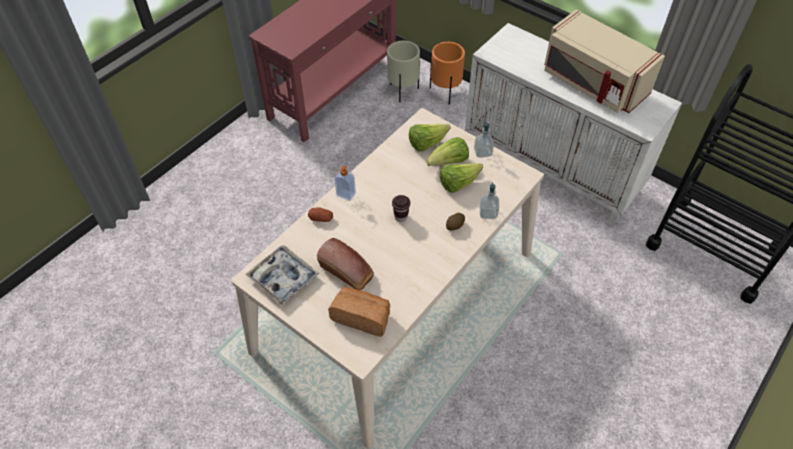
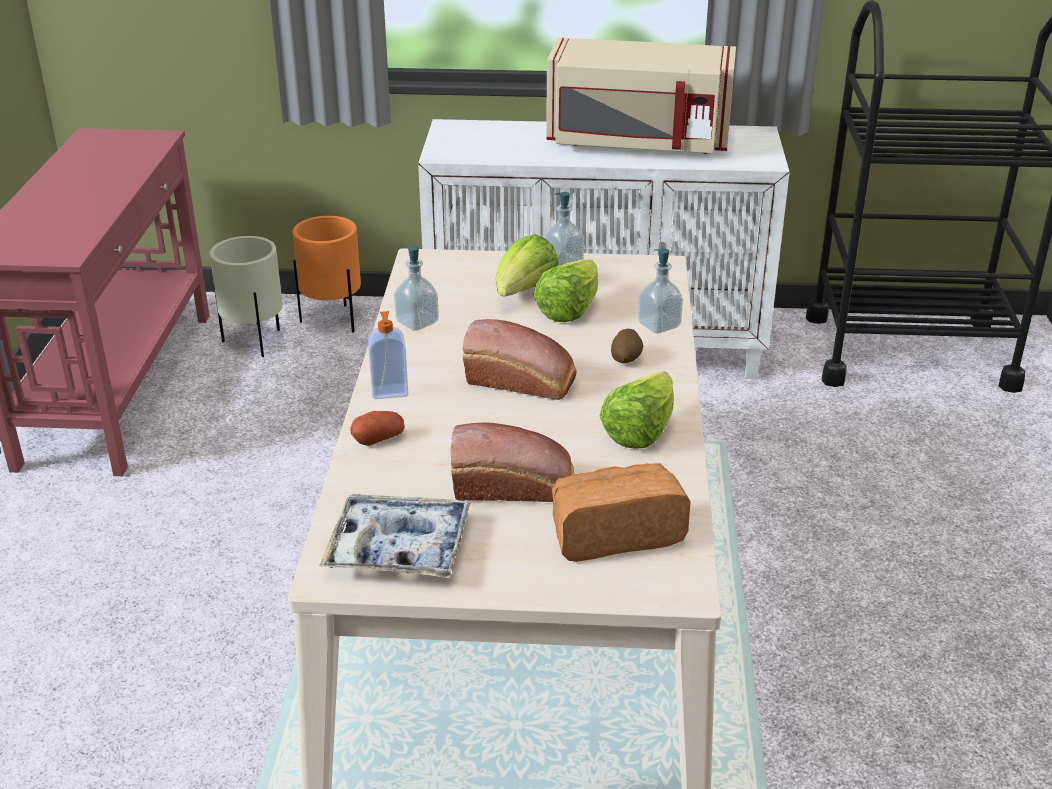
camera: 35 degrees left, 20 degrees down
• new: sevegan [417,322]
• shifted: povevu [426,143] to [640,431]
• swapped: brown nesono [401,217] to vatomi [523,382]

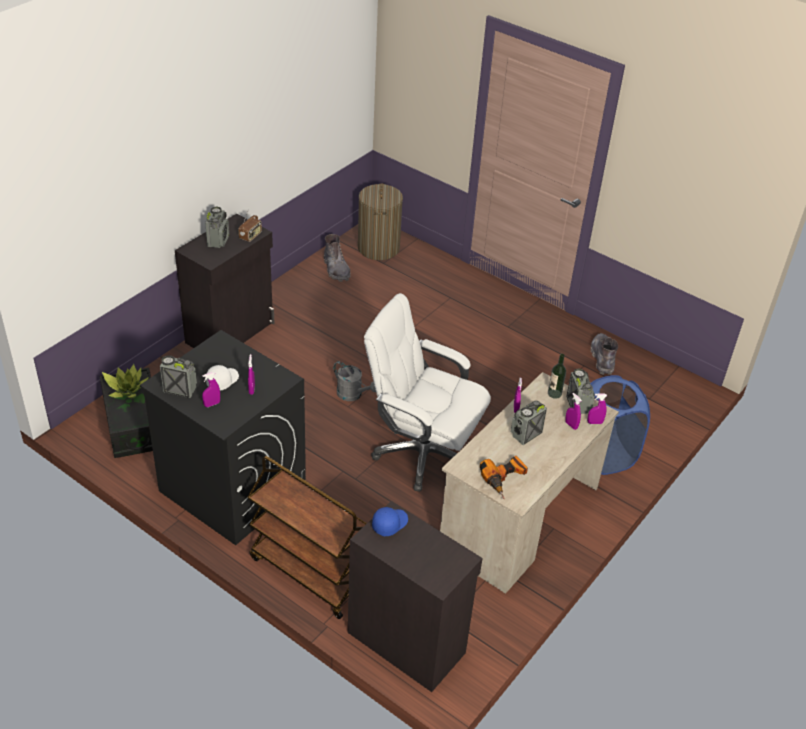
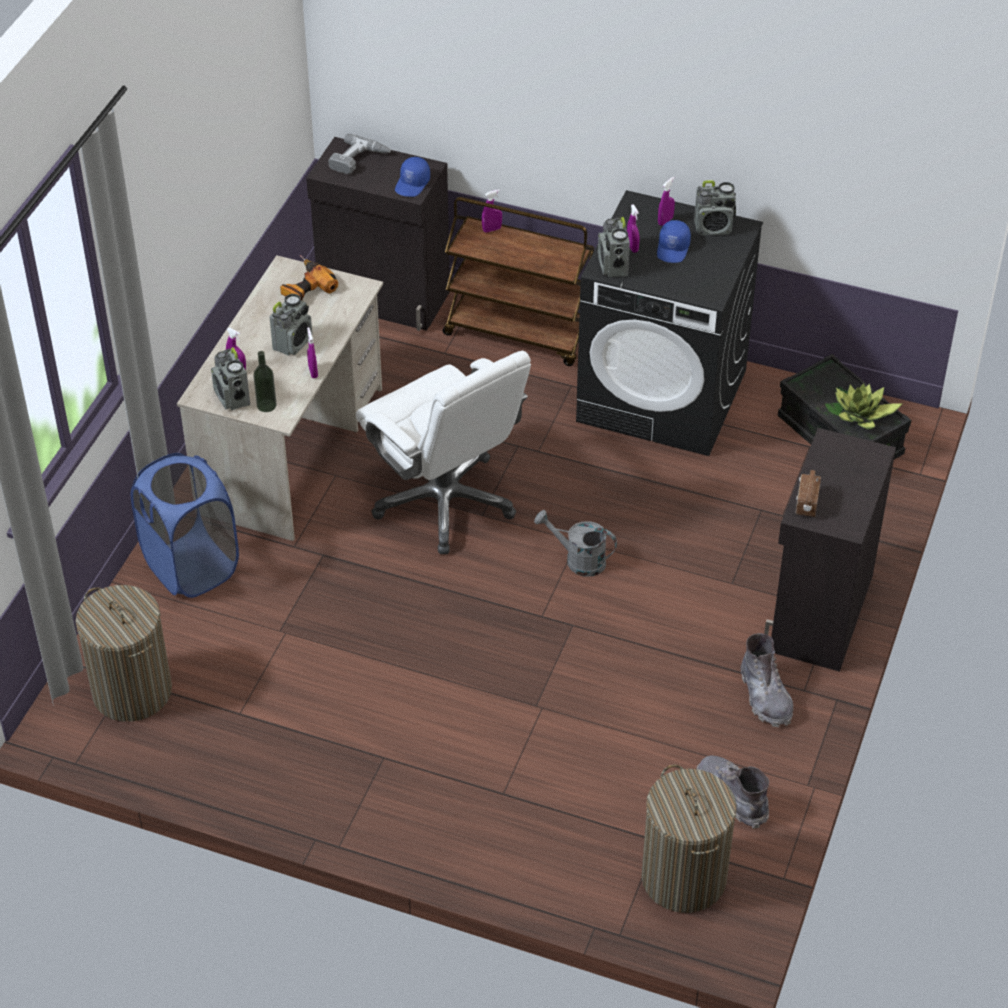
camera: 165 degrees right, 5 degrees up
• new: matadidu [132,691]
• new: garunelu [359,160]
• shifted: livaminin [218,241] to [613,266]
• shifted: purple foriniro [595,422] to [492,229]
• shifted: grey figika [602,358] to [765,696]
• repainted: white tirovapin [222,380] to blue tirovapin [673,249]
• rotated: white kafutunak [422,453] = [445,501] 45 degrees clockwise

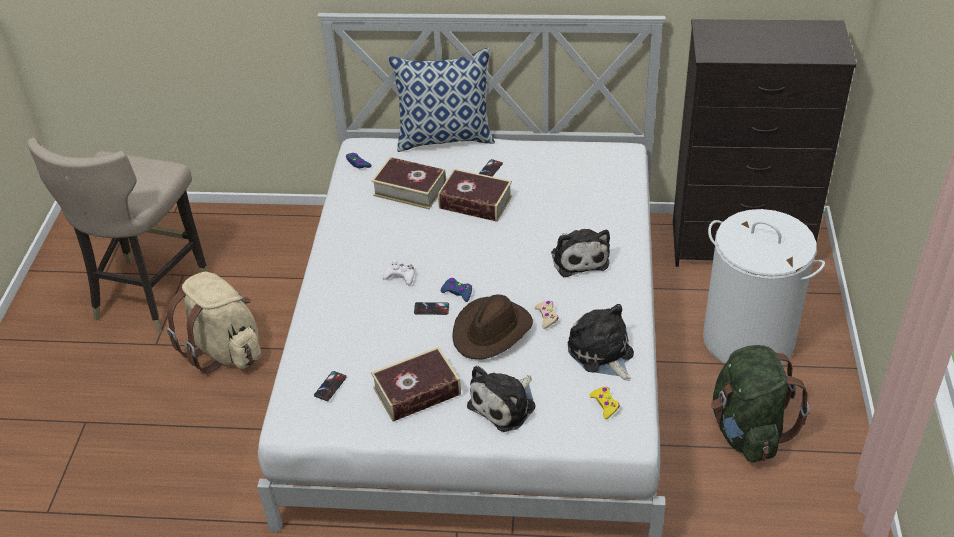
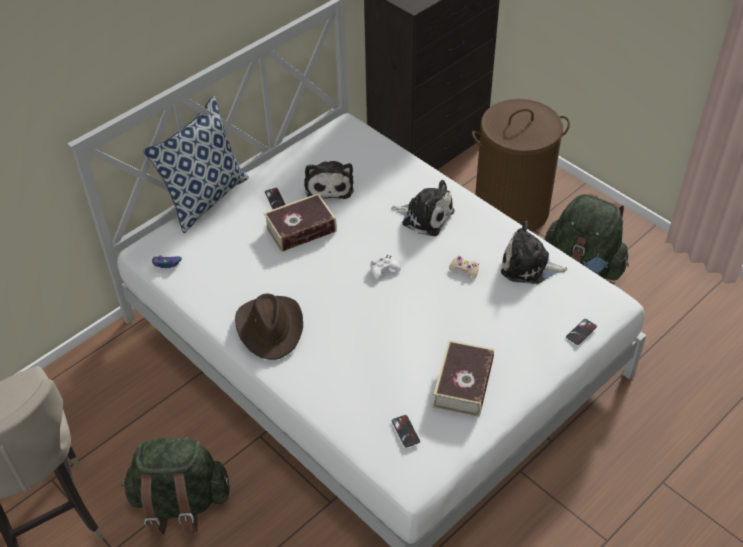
camera: 50 degrees left, 5 degrees up
• gone: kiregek [410,190]
• gone: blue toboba [457,292]
• gone: yellow toboba [605,404]
• shifted: white toboba [400,276] to [383,269]
• shifted: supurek [431,309] to [581,332]
• shifted: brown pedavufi [492,331] to [270,328]
• shifted: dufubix [505,405] to [328,186]
• repainted: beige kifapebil [225,350] to green kifapebil [180,503]
• repainted: white matadidu [748,339] to brown matadidu [511,209]

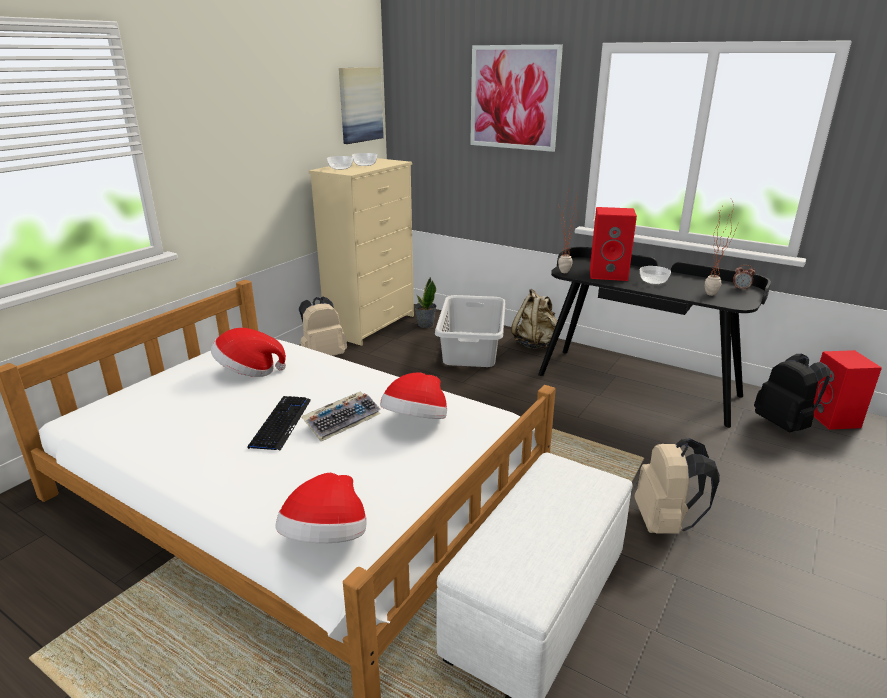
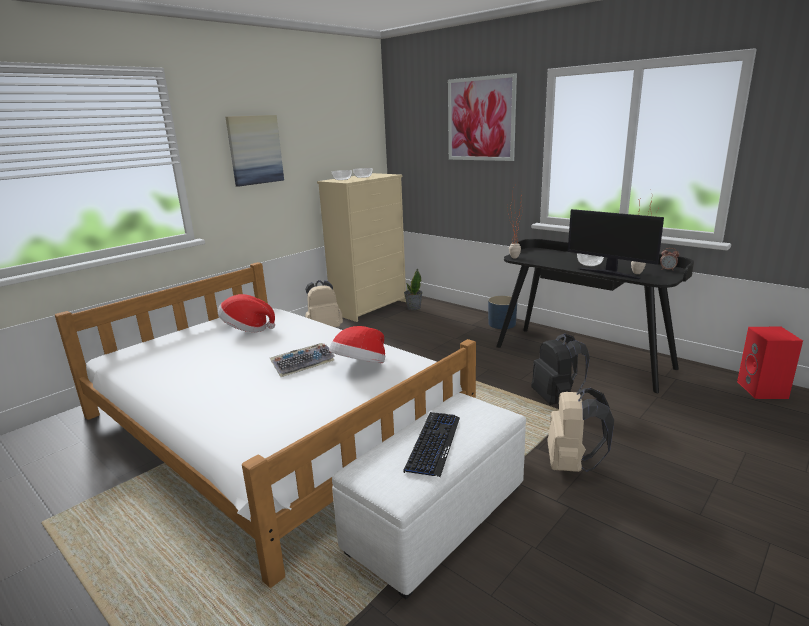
camera: 10 degrees right, 5 degrees down
• gone: pedavufi [326,540]
• gone: grey matadidu [472,348]
• gone: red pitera [609,274]
• new: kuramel [609,273]
• shifted: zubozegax [281,423] to [433,444]
• shifted: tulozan [360,105] to [255,150]
• shifted: black kifapebil [784,425] to [556,399]
• swapped: beige kifapebil [535,344] to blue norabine [501,324]

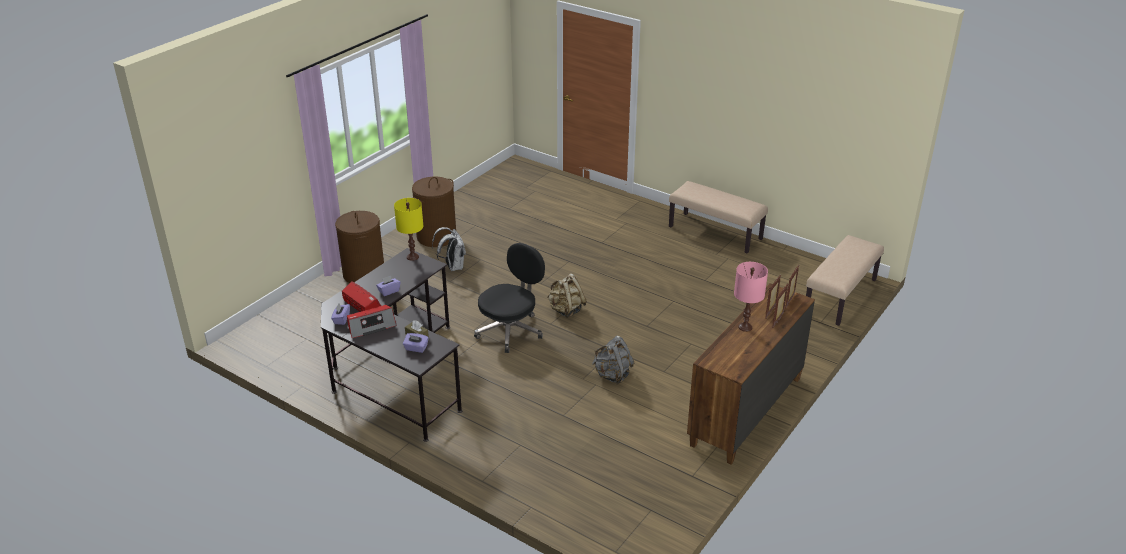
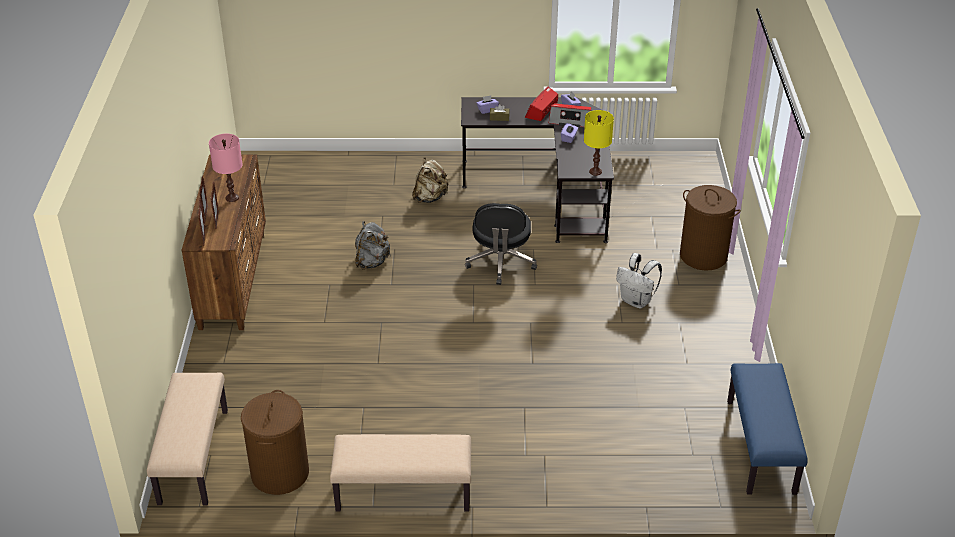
camera: 145 degrees right, 5 degrees up
• new: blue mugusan [761,447]
• shifted: brown matadidu [436,237] to [279,473]
• shifted: beige kifapebil [566,310] to [430,197]

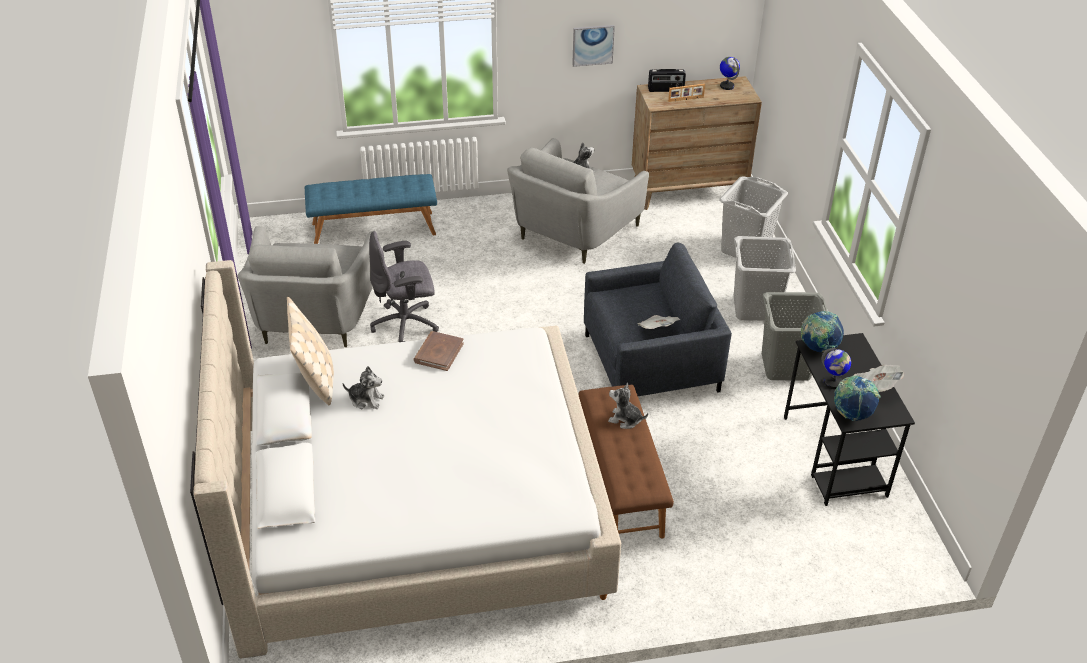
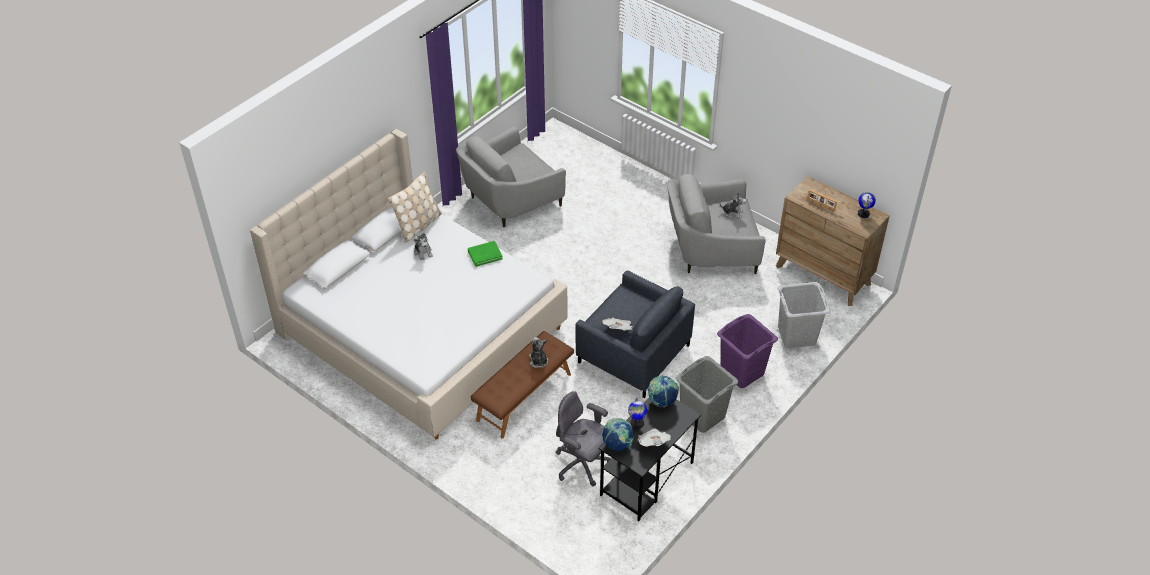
camera: 50 degrees right, 5 degrees up
• gone: blue mugusan [374,228]
• gone: tulozan [593,45]
• gone: livaminin [666,90]
• shifted: grey kafutunak [406,325] to [582,465]
• repainted: brown kiregek [438,353] to green kiregek [485,255]
• repainted: grey matadidu [755,308] to purple matadidu [742,372]

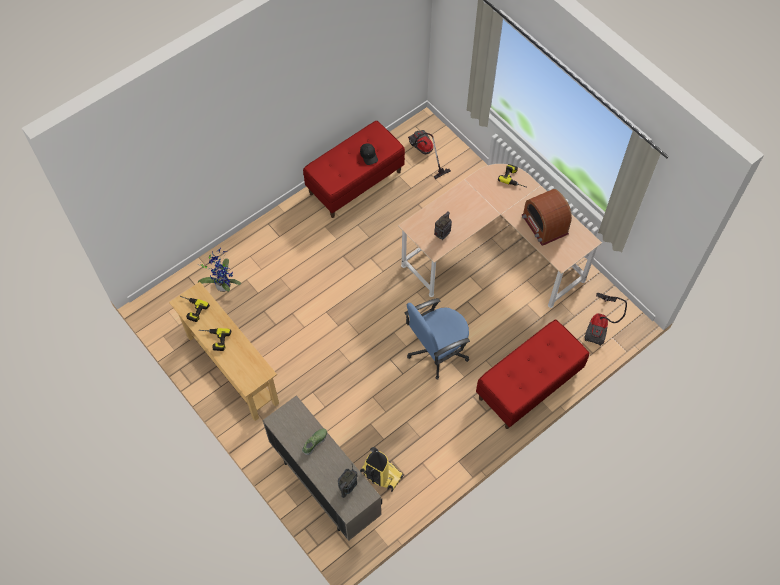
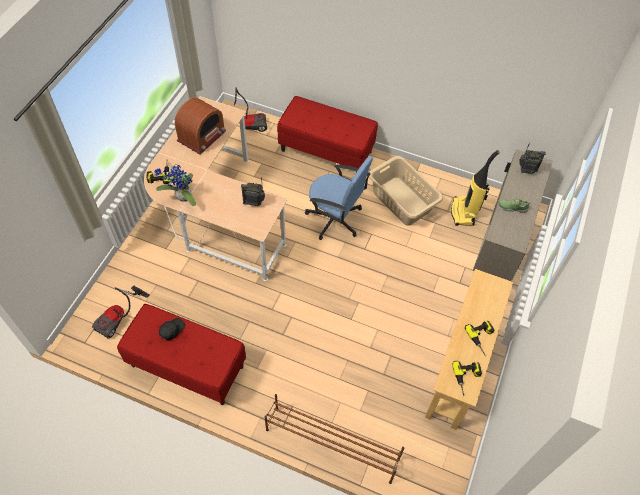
camera: 120 degrees left, 5 degrees down
• new: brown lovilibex [331,444]
• new: beige matadidu [402,200]
• shifted: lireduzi [223,284] to [182,197]

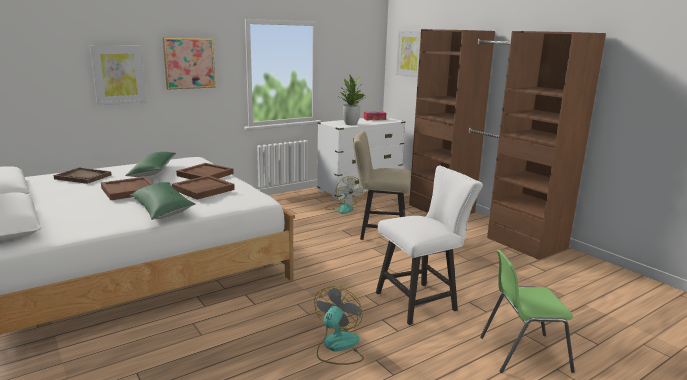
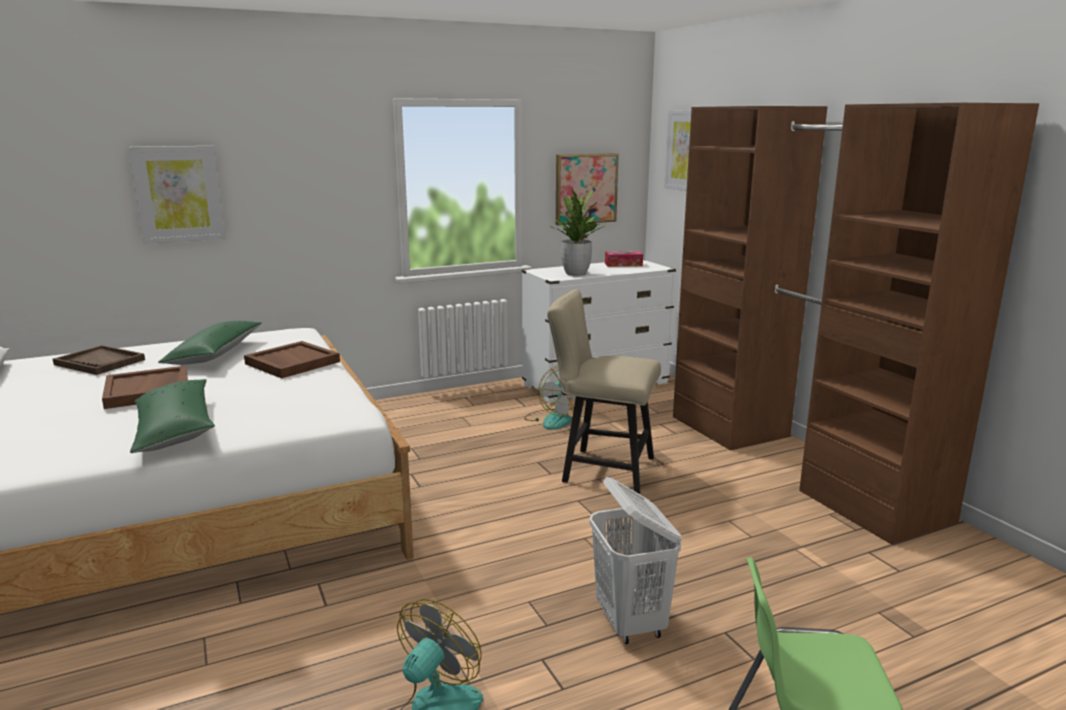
camera: 10 degrees right, 0 degrees up
• gone: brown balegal [203,189]
• shifted: tulozan [189,63] to [585,188]
• swapped: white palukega [421,301] to white matadidu [631,623]

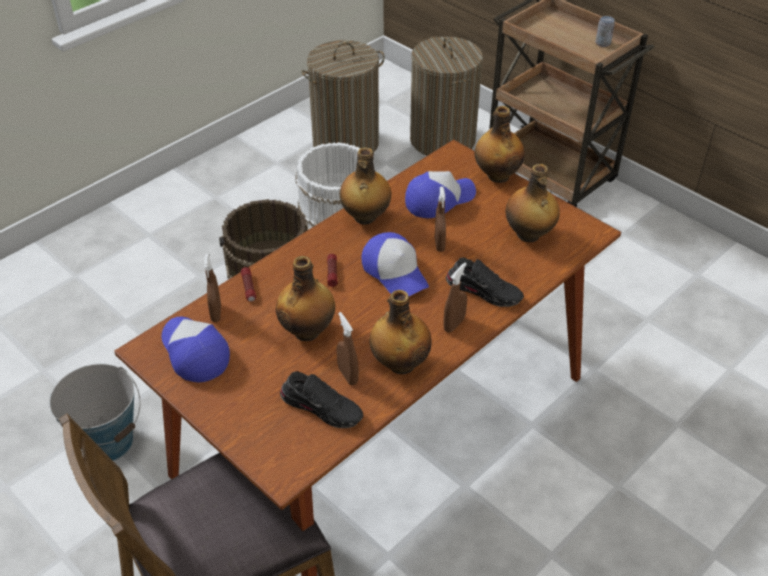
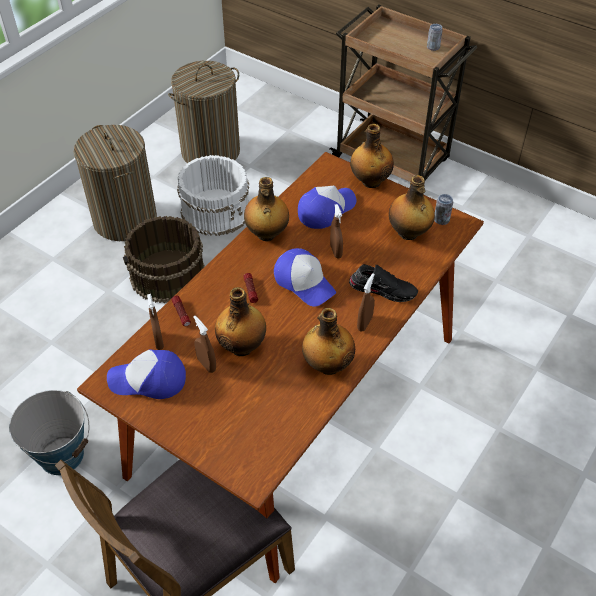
camera: 10 degrees left, 5 degrees up
• gone: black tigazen [323,407]
• new: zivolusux [441,220]
• shifted: brown foriniro [348,375] to [206,364]
• shifted: matadidu [443,140] to [125,219]
• rotated: tirovapin [194,352] = [148,380] 45 degrees counterclockwise

